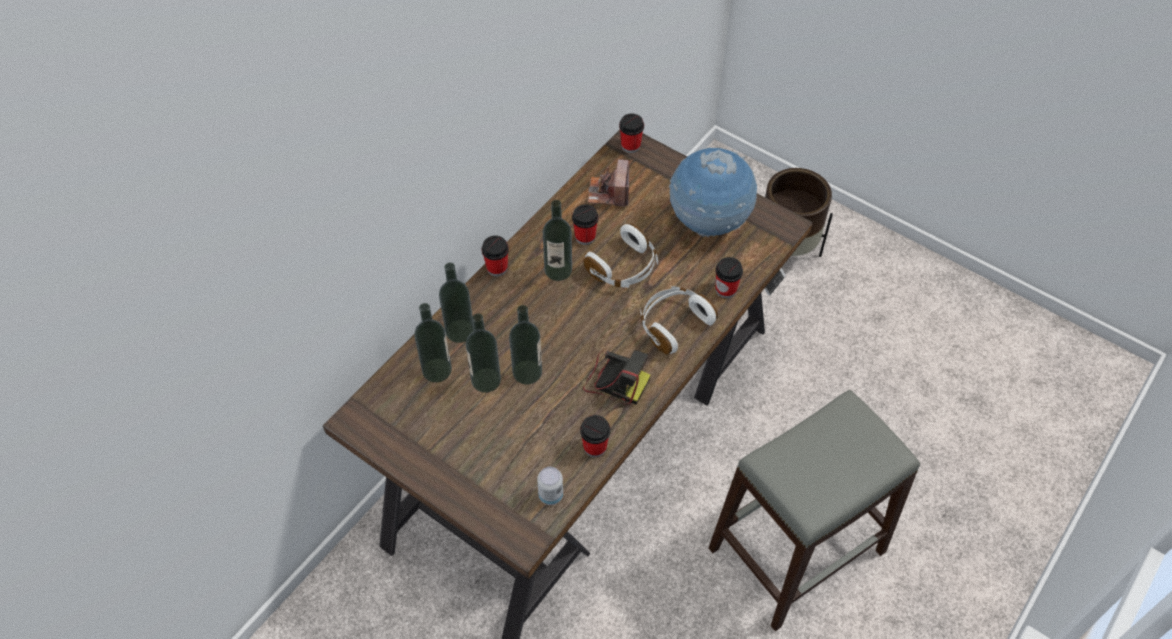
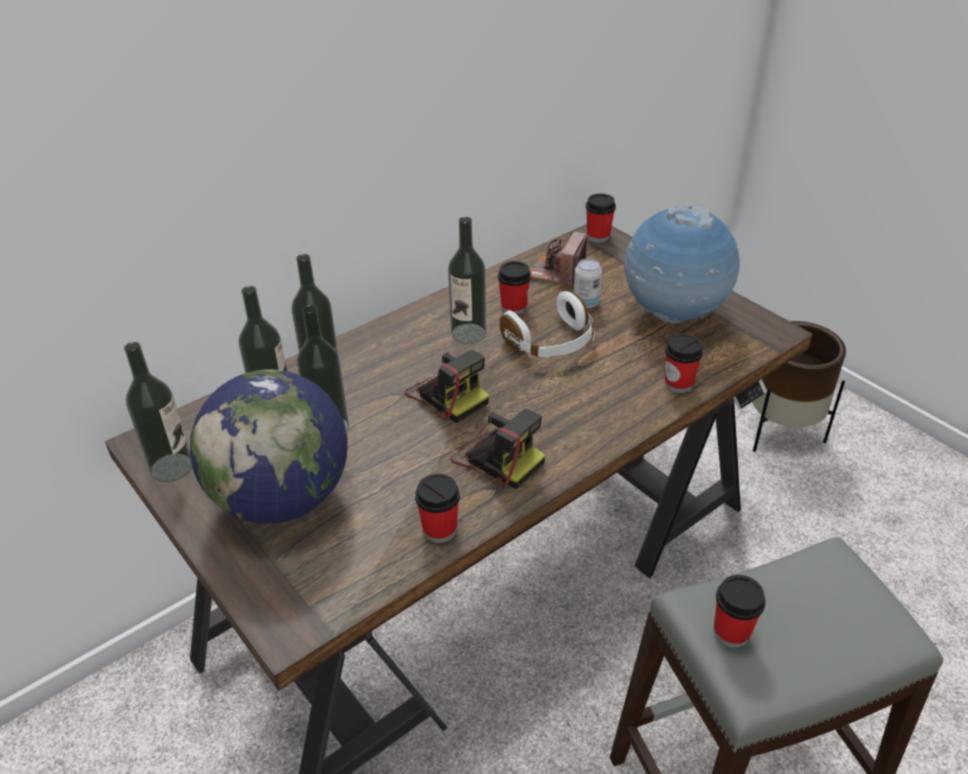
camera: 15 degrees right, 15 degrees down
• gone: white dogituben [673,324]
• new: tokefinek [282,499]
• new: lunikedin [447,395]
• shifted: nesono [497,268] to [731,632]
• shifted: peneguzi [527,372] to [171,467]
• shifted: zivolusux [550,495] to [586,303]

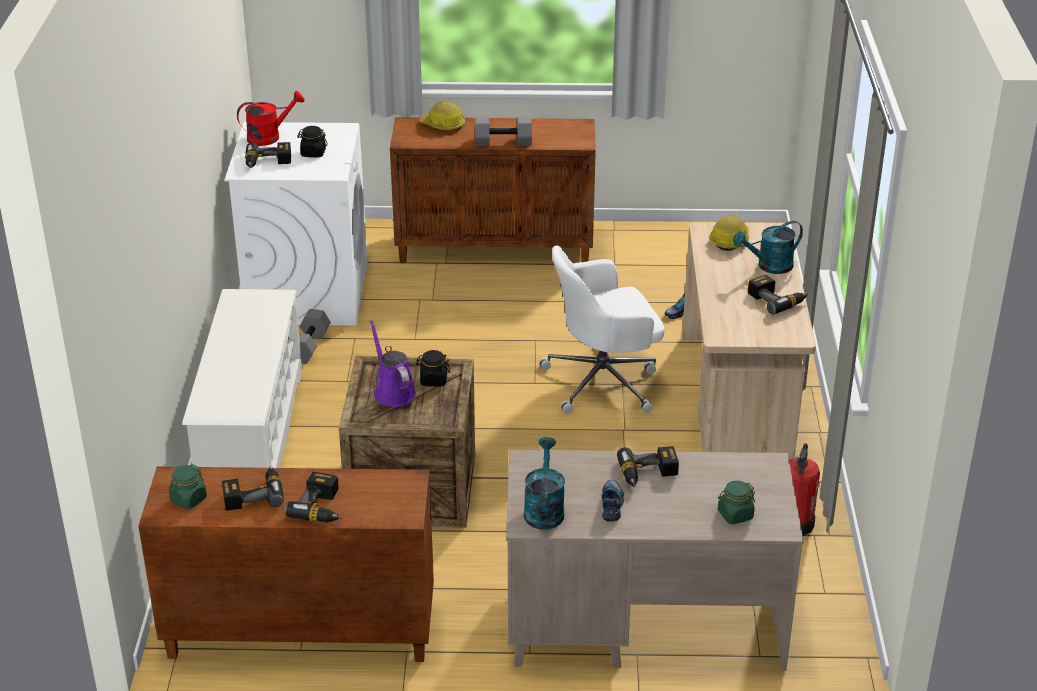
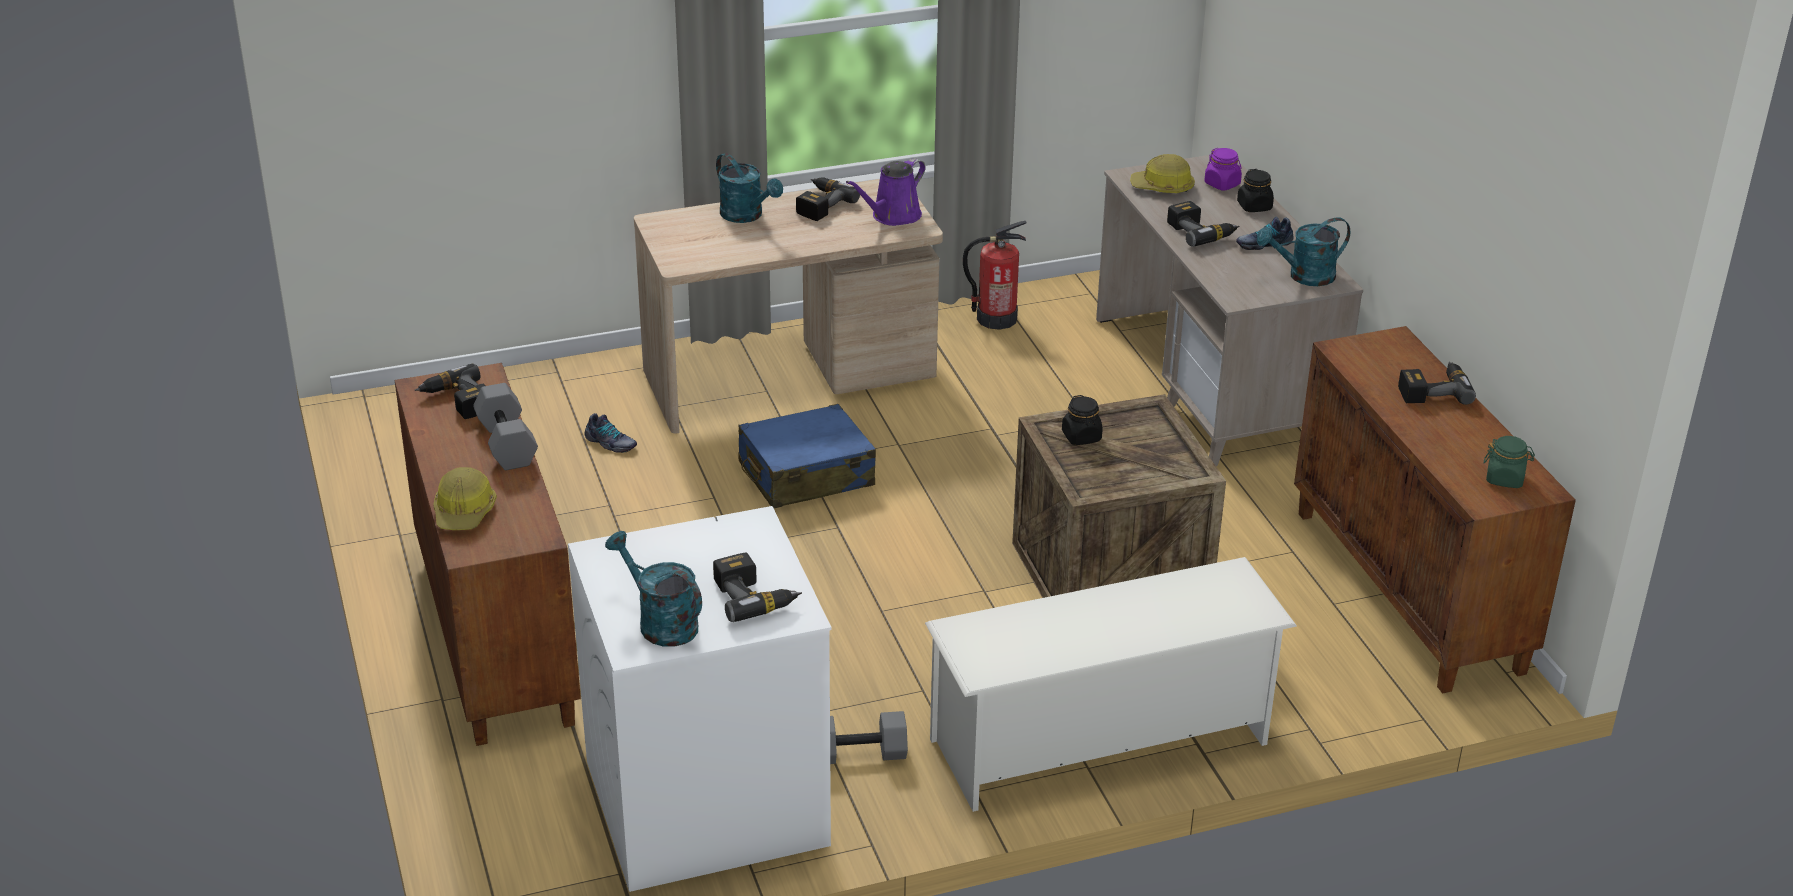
camera: 110 degrees left, 0 degrees up
• shifted: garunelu [253,494] to [457,402]
• shifted: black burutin [313,153] to [1254,206]
• shifted: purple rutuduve [393,391] to [893,216]
• shifted: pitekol [729,240] to [1162,187]
• swapped: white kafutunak [604,381] to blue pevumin [805,475]
• repainted: red rutuduve [269,137] to turquoise rutuduve [660,622]
• repainted: green burutin [735,515] to purple burutin [1222,184]

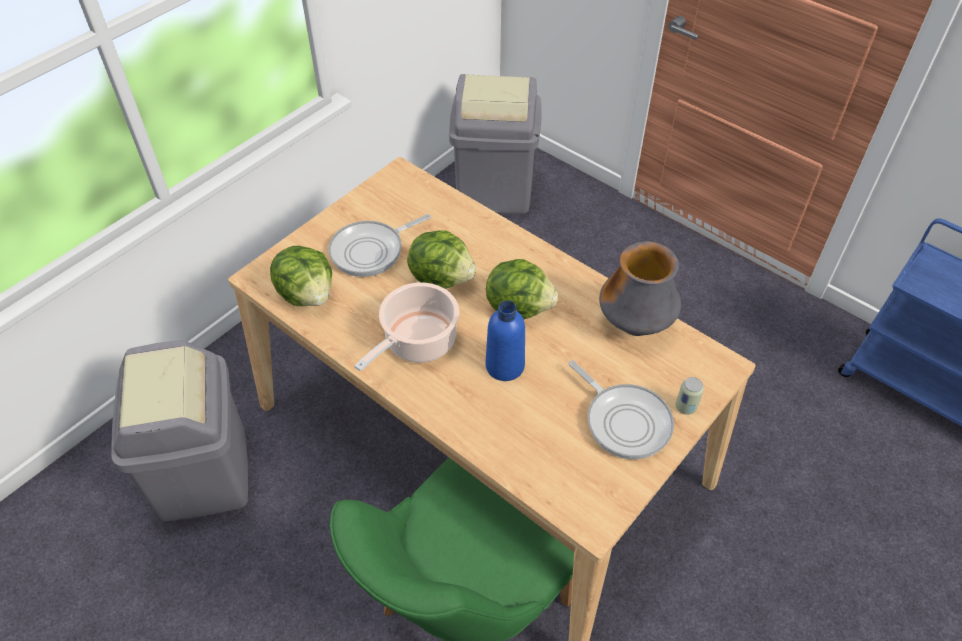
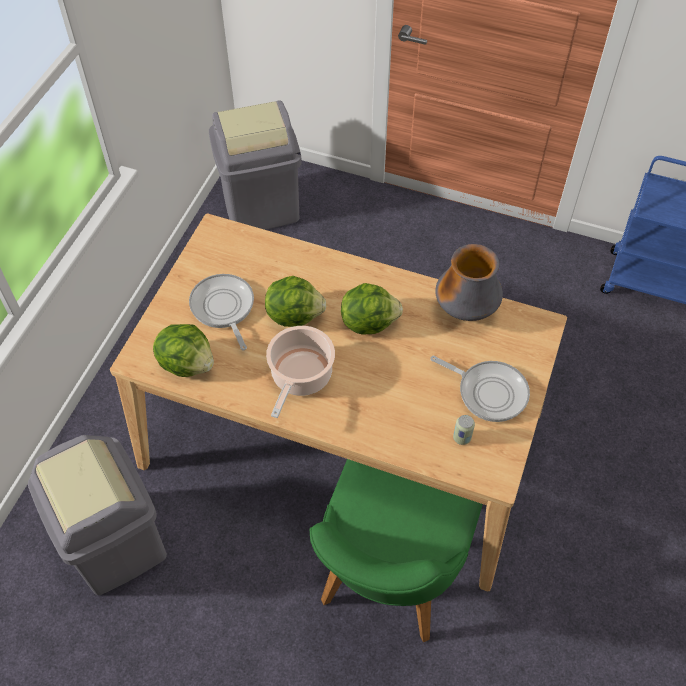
camera: 20 degrees left, 5 degrees up
• gone: blue peneguzi [505,366]
• shifted: zivolusux [685,407] to [462,438]
• rotated: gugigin [371,251] = [223,308] 120 degrees clockwise

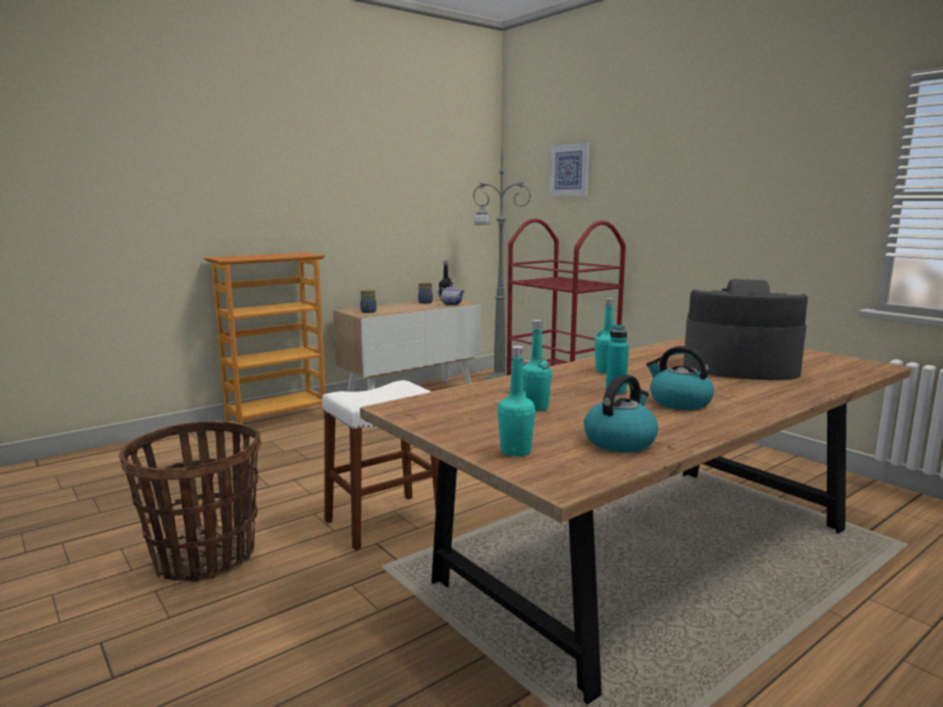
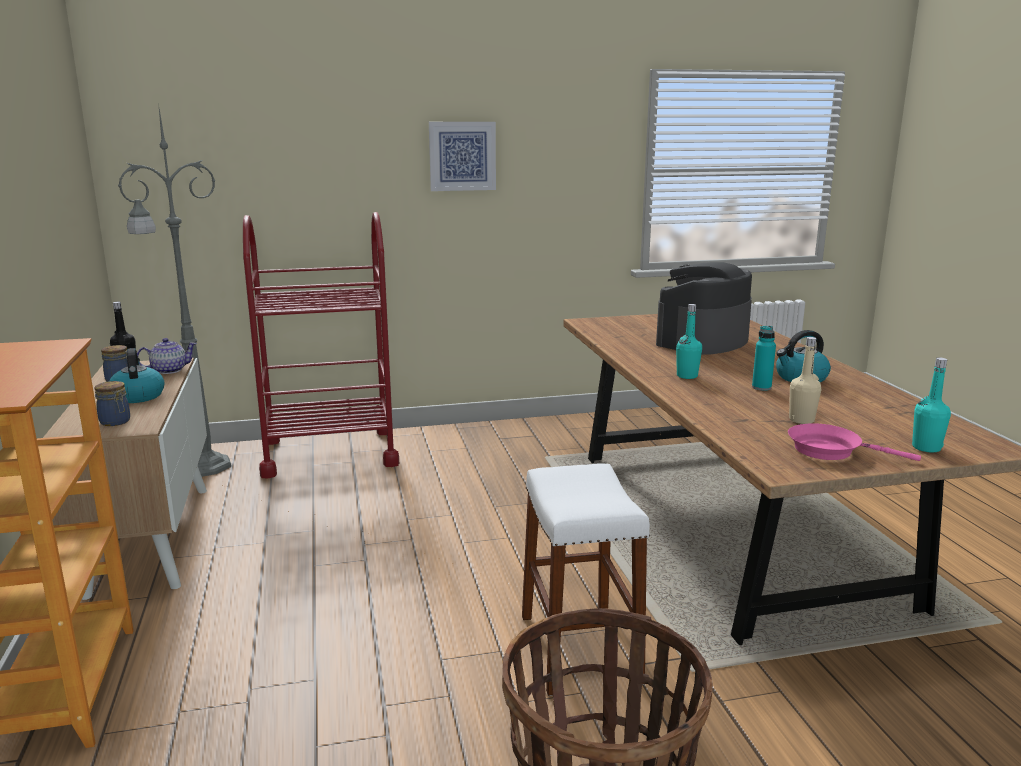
camera: 65 degrees left, 5 degrees up
• new: pink gugigin [830,450]
• shifted: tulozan [570,170] to [462,156]
• shifted: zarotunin [620,441] to [137,396]
• repainted: turquoise peneguzi [535,407] to beige peneguzi [801,420]

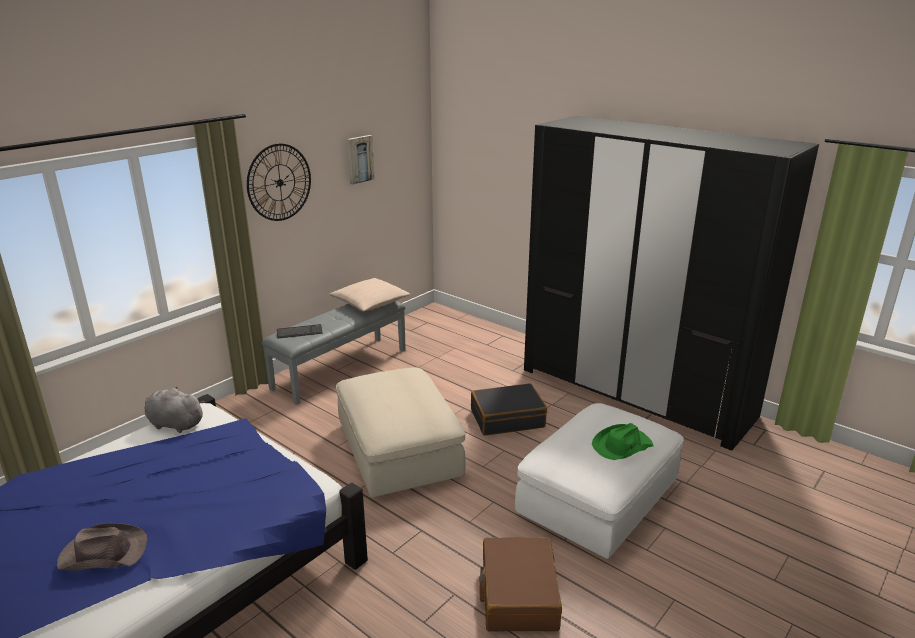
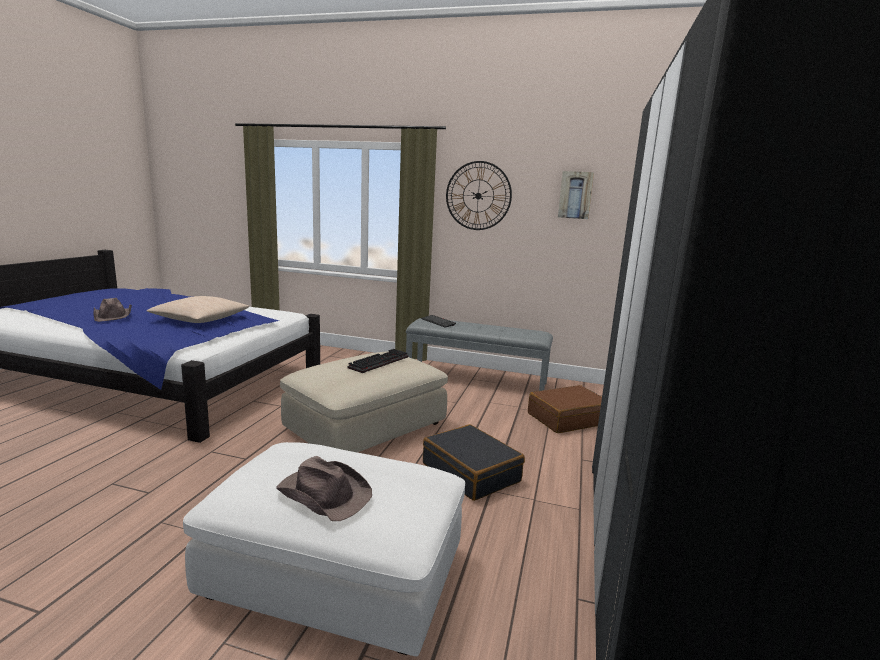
camera: 65 degrees right, 10 degrees down
• gone: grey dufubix [174,424]
• new: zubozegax [378,362]
• shifted: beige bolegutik [370,303] to [200,319]
• shifted: brown pevumin [518,594] to [567,418]
• repainted: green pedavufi [621,446] to brown pedavufi [324,493]

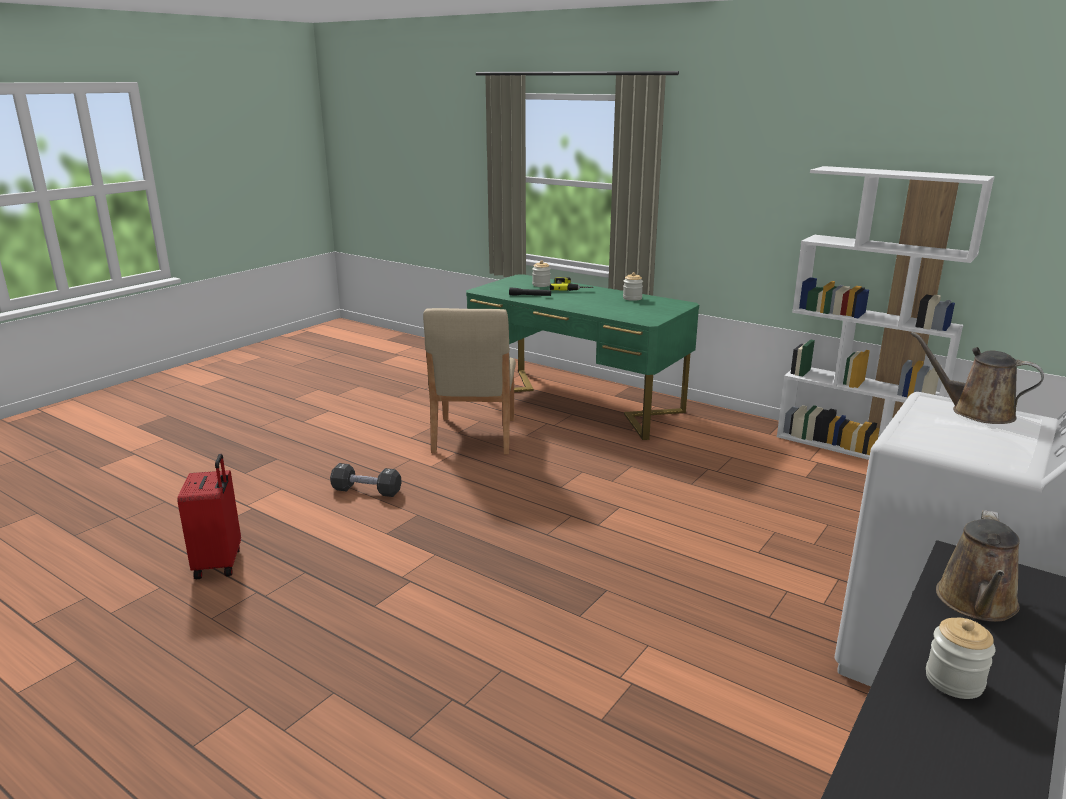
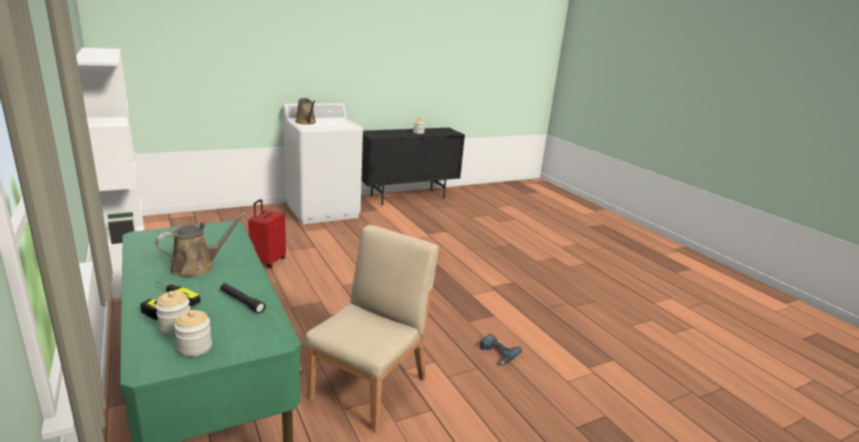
camera: 155 degrees left, 0 degrees up
• shifted: red pevumin [220,563] to [268,261]
• shifted: burutin [632,298] to [195,347]
• shifted: brown rutuduve [977,603] to [197,267]
• swapped: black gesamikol [366,491] to garunelu [497,353]

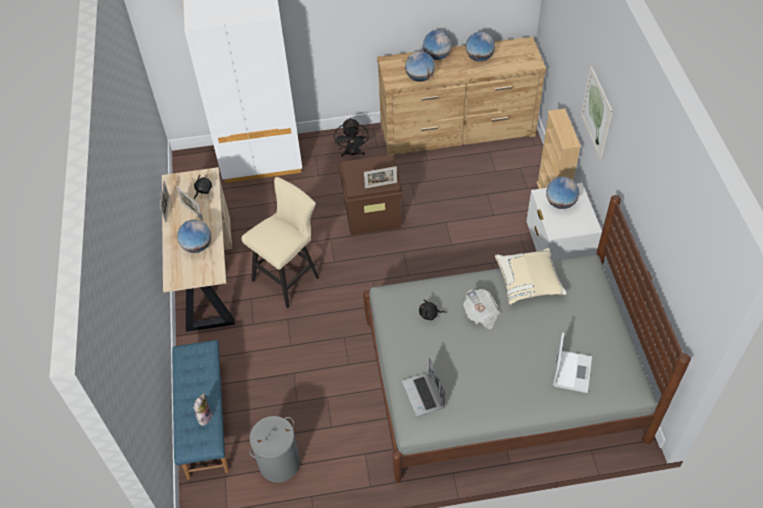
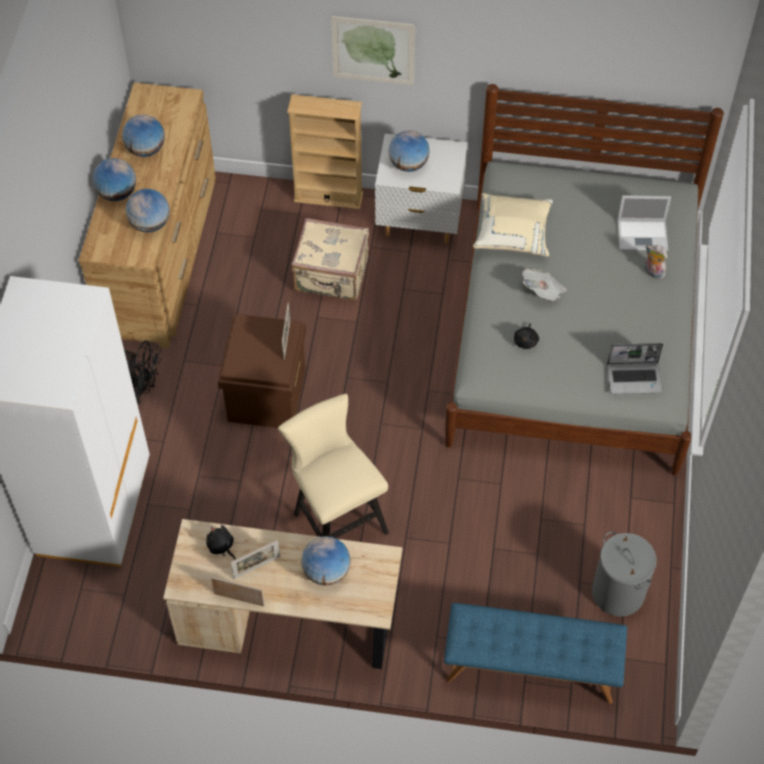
camera: 75 degrees left, 5 degrees up
• new: beige pevumin [332,275]
• shifted: dufubix [204,416] to [652,273]
• rotated: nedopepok [572,370] = [643,235] 150 degrees clockwise

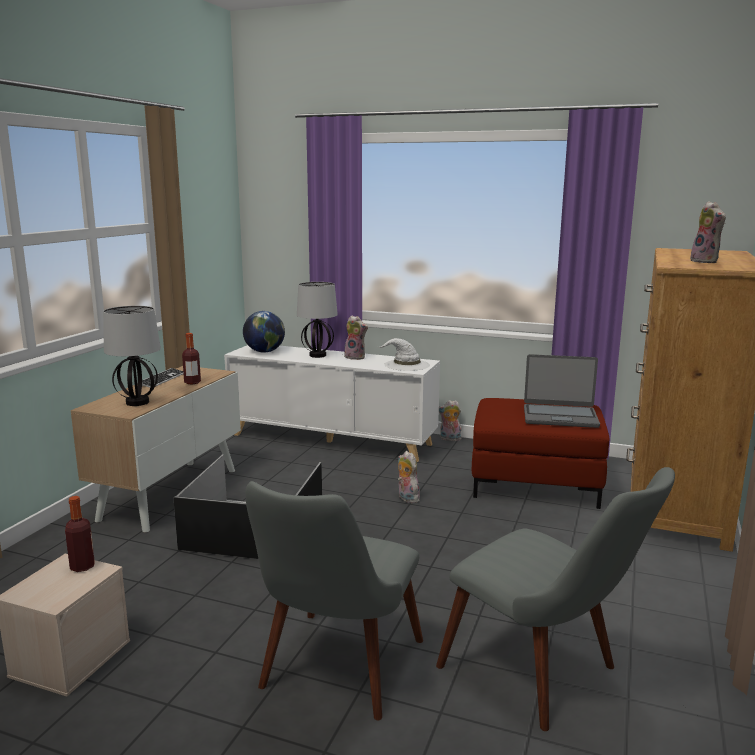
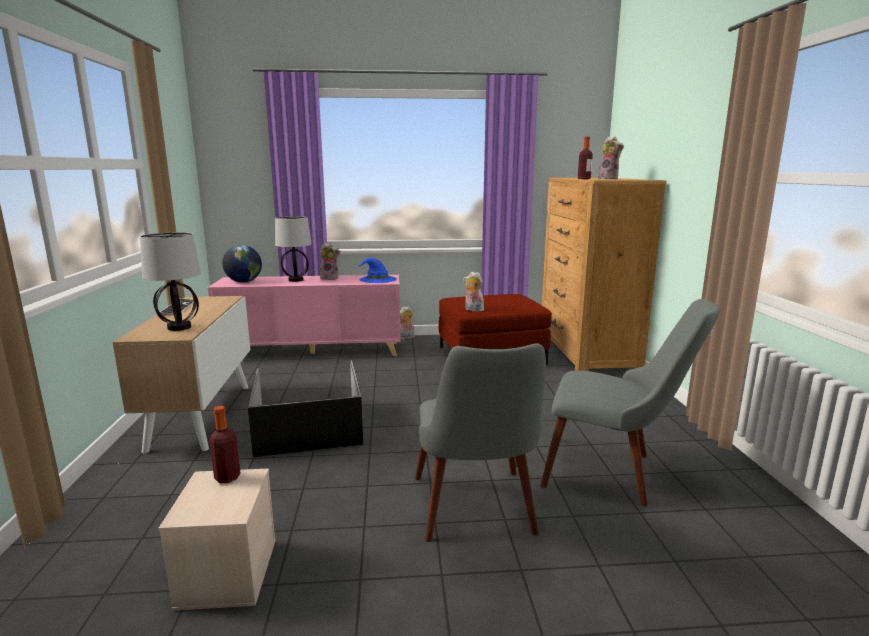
camera: 25 degrees left, 0 degrees up
• gone: nedopepok [560,417]
• shifted: peneguzi [192,382] to [584,179]
• shifted: dufubix [406,498] to [473,310]
• repainted: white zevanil [332,439] to pink zevanil [313,351]
• repainted: white pedavufi [406,365] to blue pedavufi [377,279]

